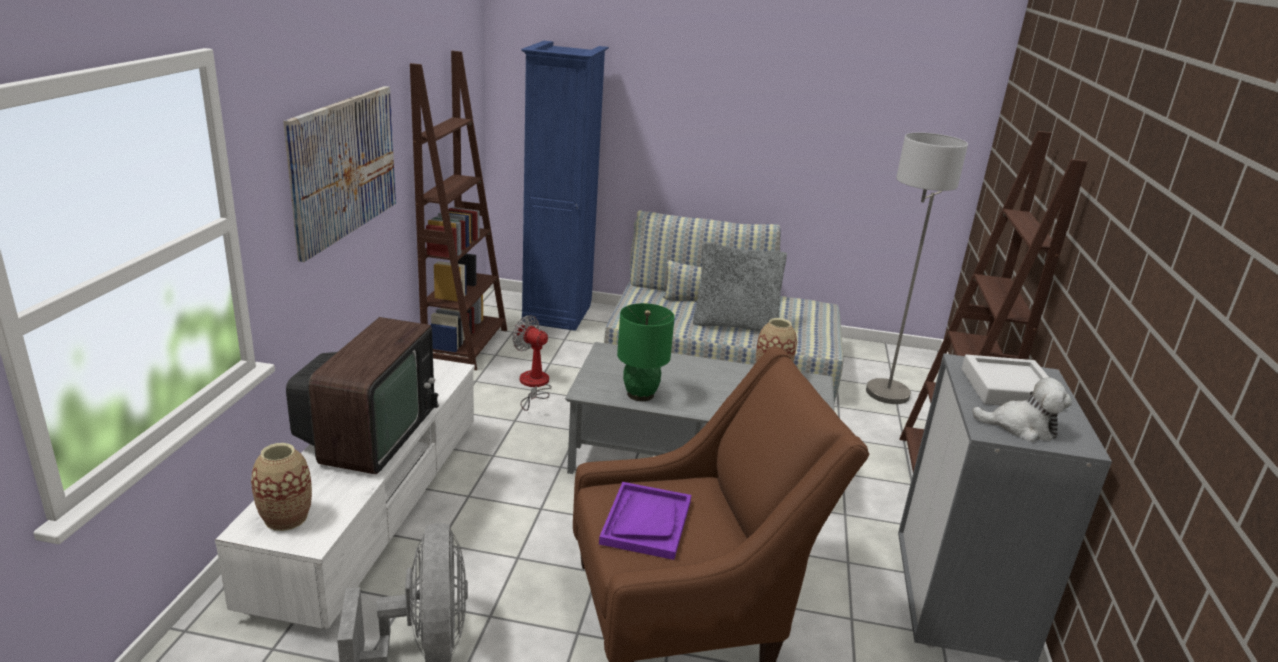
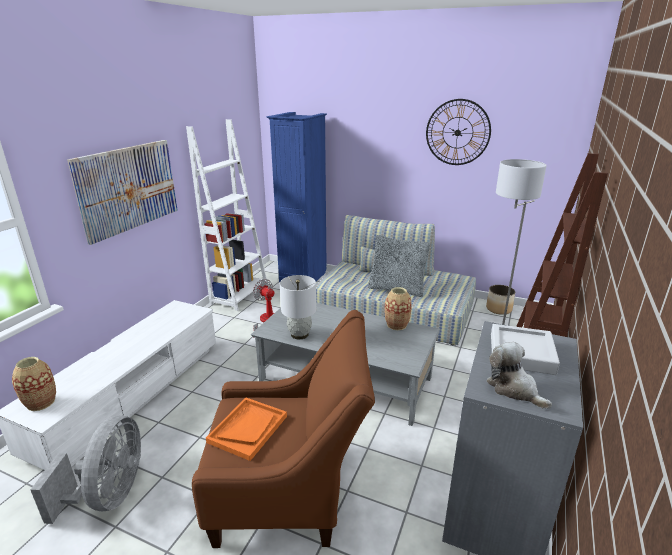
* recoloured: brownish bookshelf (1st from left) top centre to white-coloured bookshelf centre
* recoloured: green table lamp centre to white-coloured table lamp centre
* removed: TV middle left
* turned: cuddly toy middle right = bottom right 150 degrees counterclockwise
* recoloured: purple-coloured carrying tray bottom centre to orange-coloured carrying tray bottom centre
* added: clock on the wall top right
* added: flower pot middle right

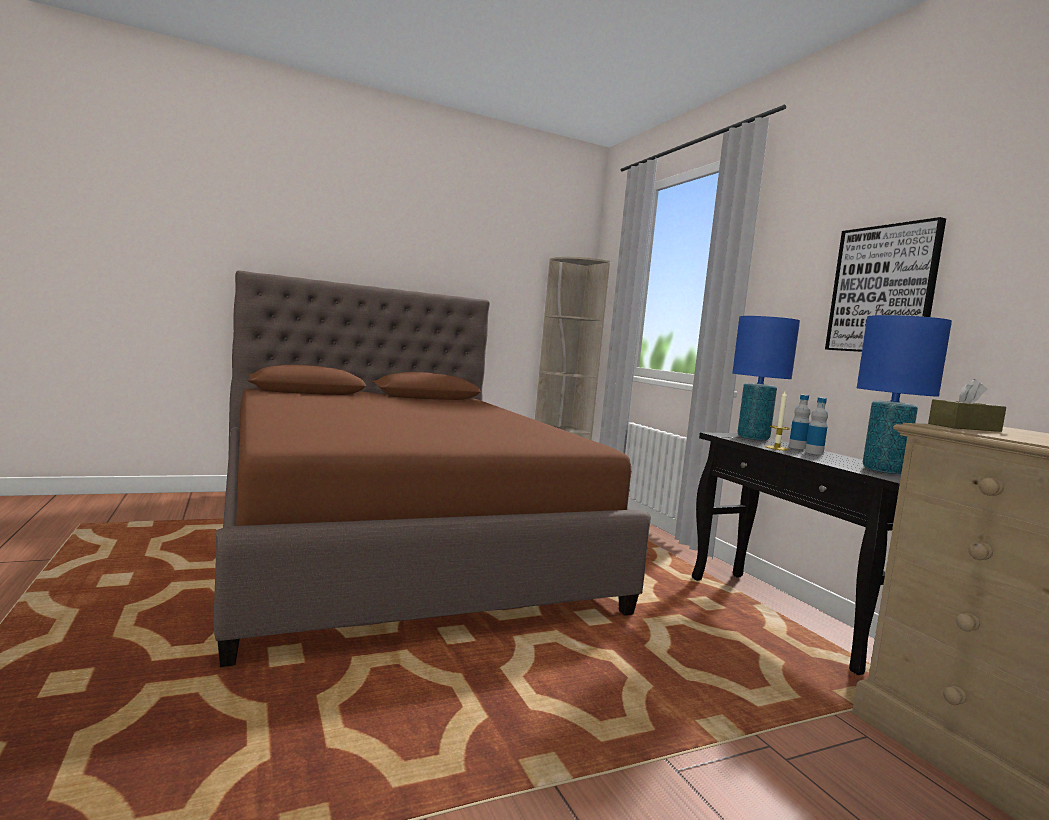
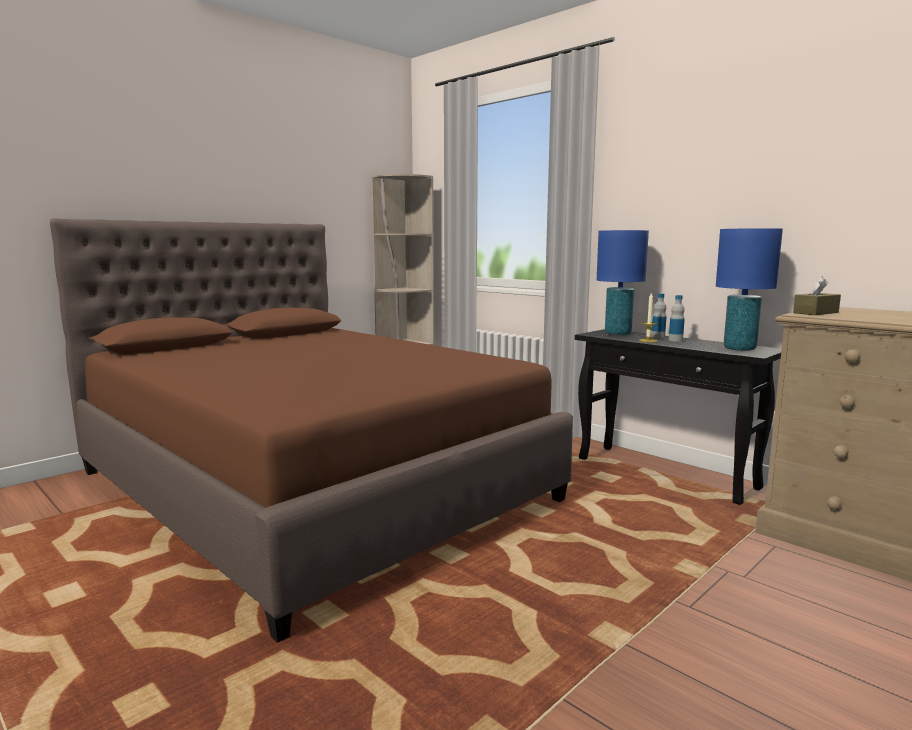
* removed: wall art middle right

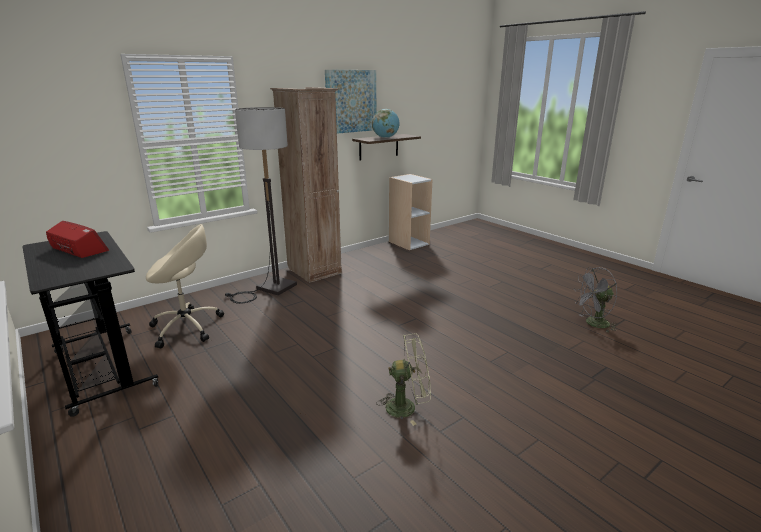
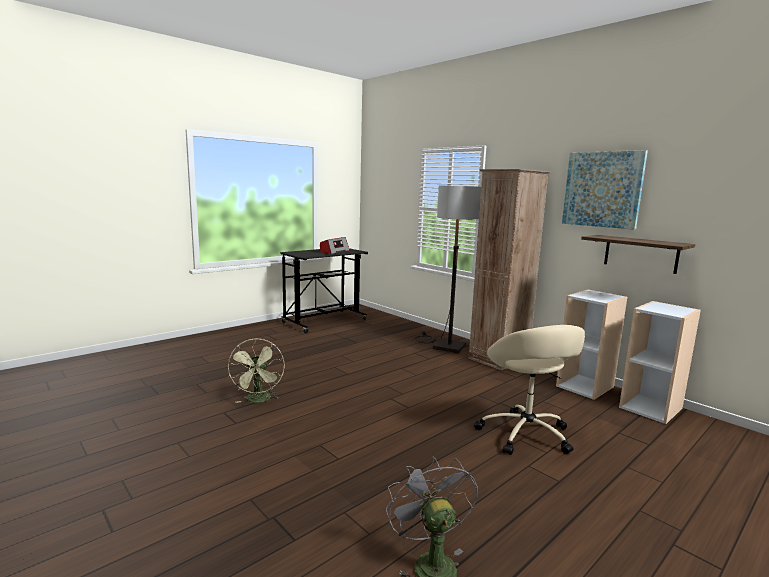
* removed: desk globe top centre
* moved: beige computer chair middle left to bottom right
* added: bookshelf (1st from left) middle right

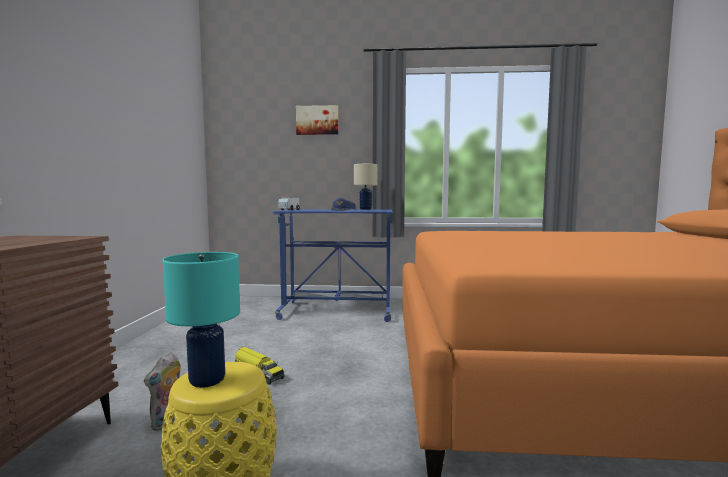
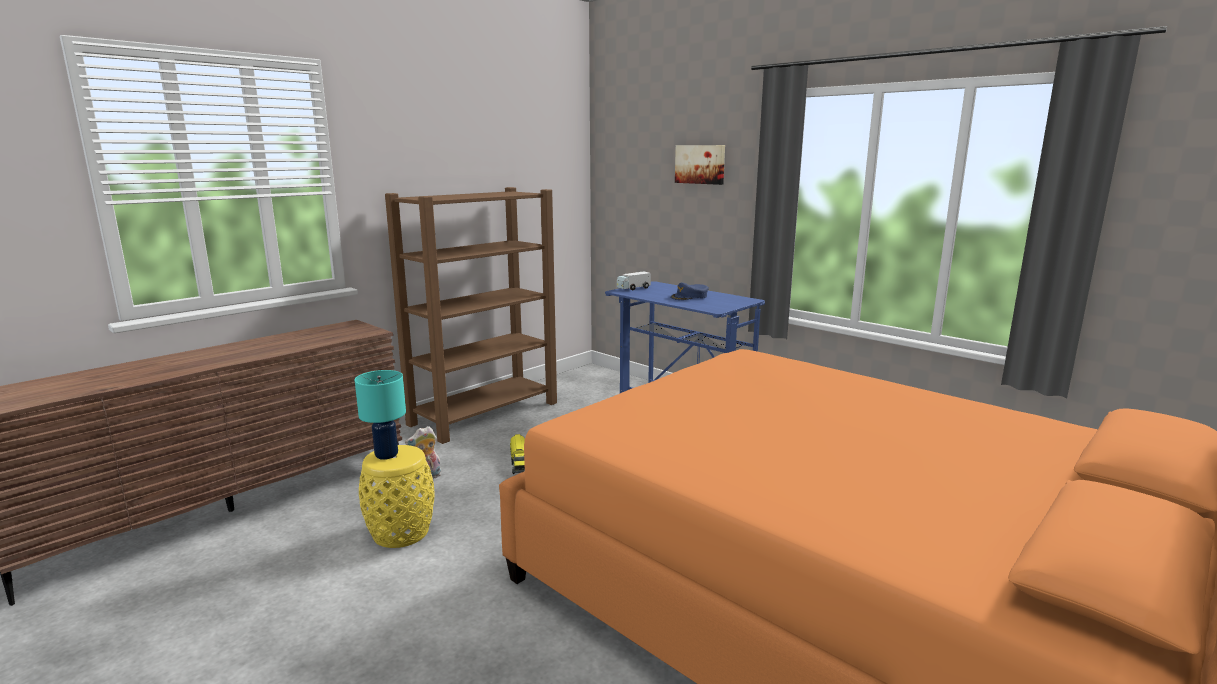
* removed: beige table lamp centre
* added: brownish bookshelf centre

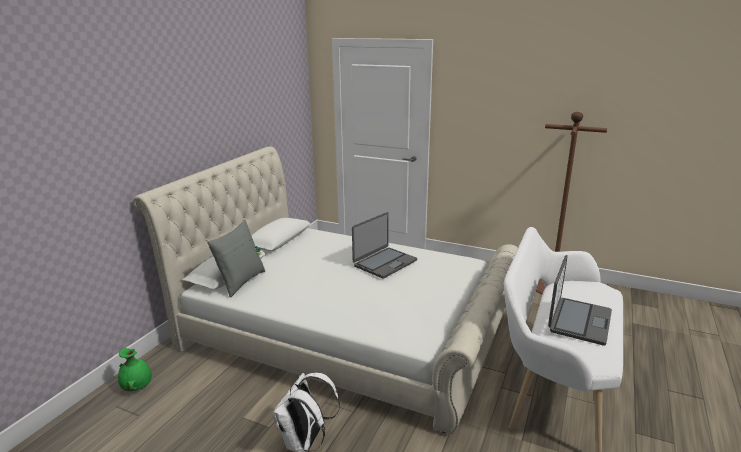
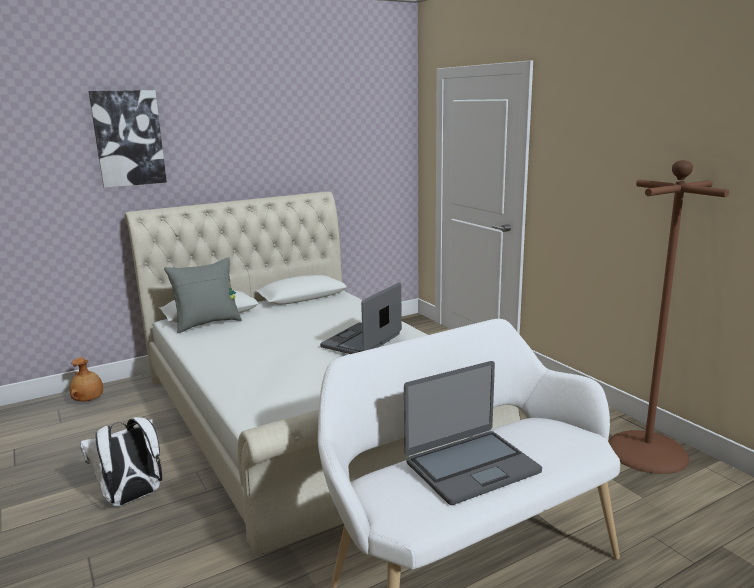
* turned: notebook computer (1st from left) centre = centre 135 degrees clockwise
* recoloured: green vase bottom left to brownish vase middle left
* added: wall art top left

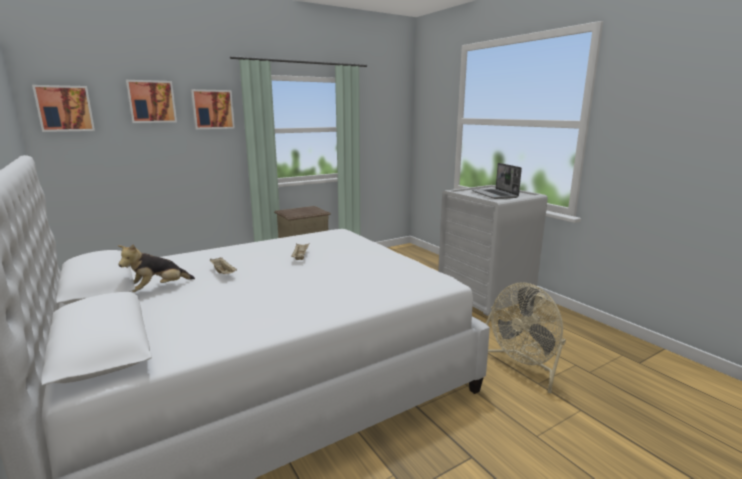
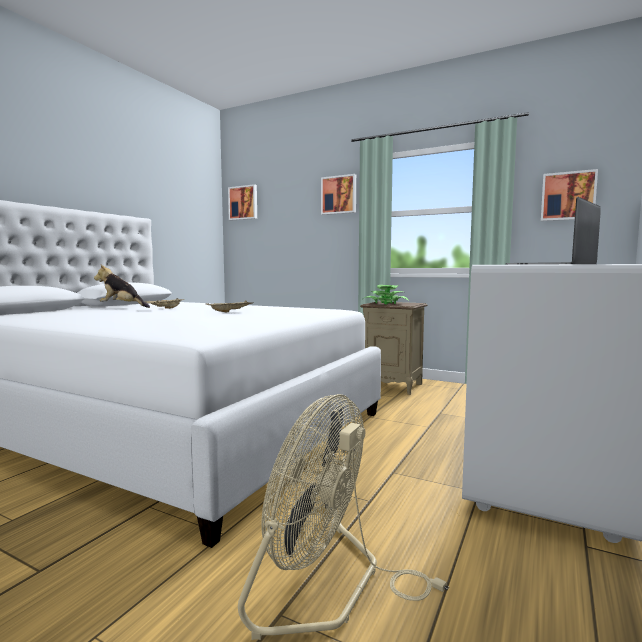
* moved: wall art (2nd from left in the first image) top left to wall art (3rd from left) top right
* added: houseplant centre

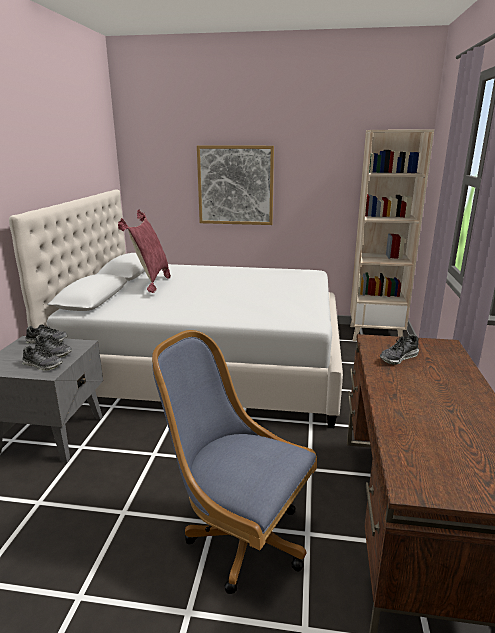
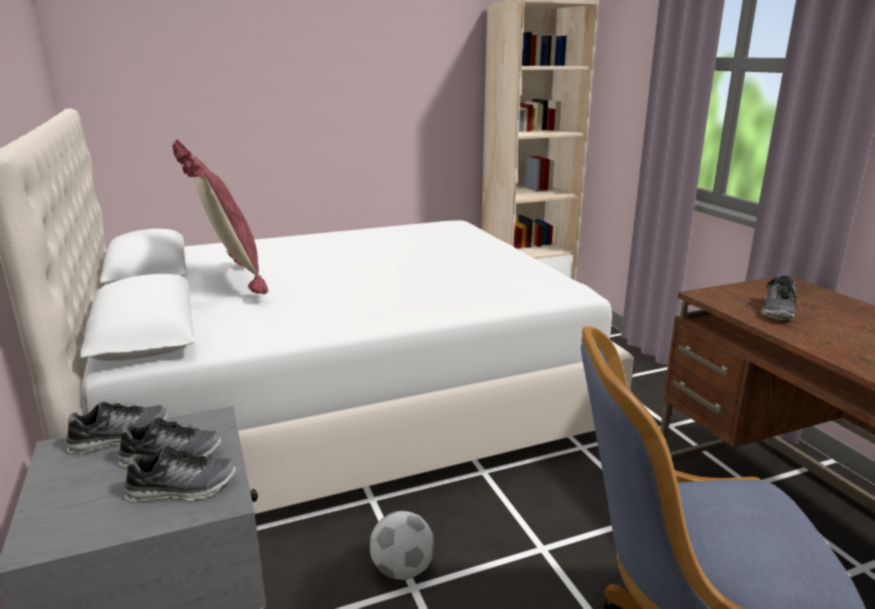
* removed: wall art top centre
* added: football ball bottom centre

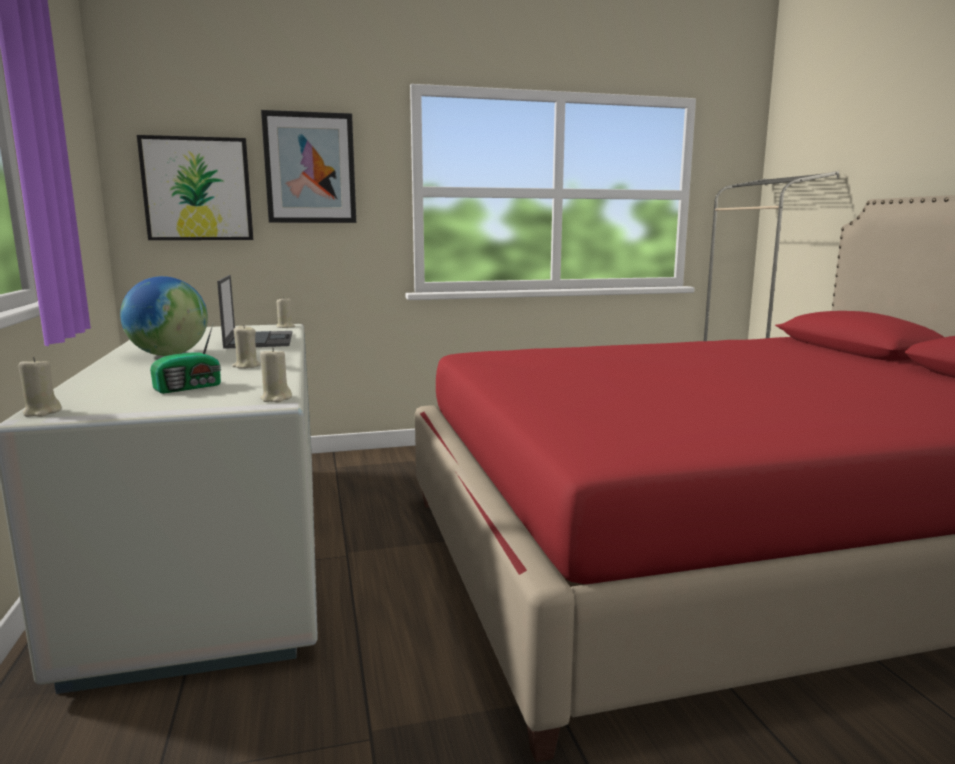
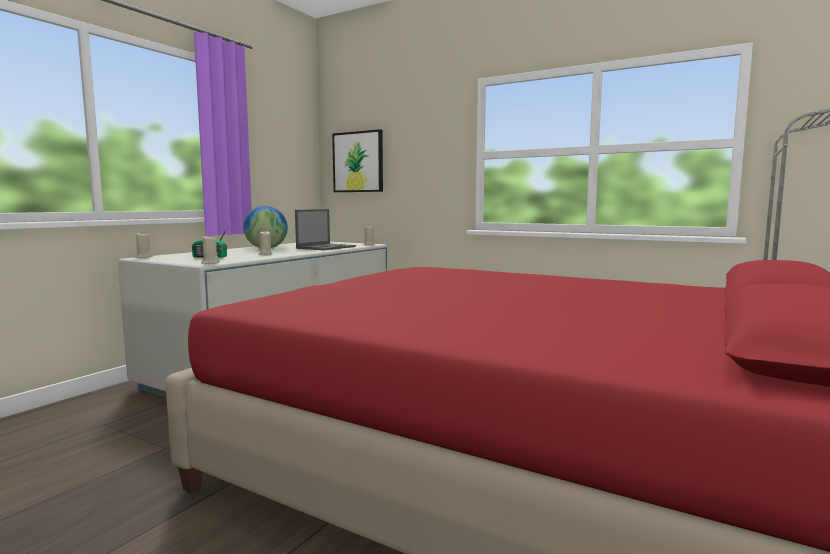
* removed: wall art (2nd from left) top left

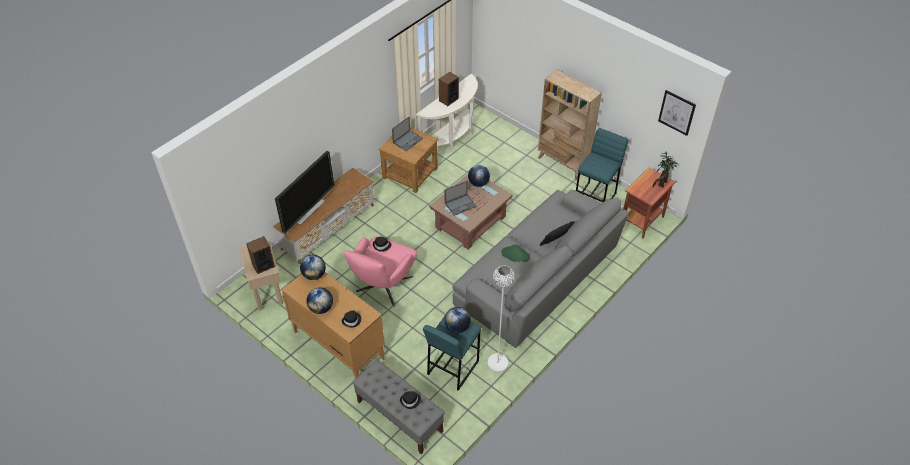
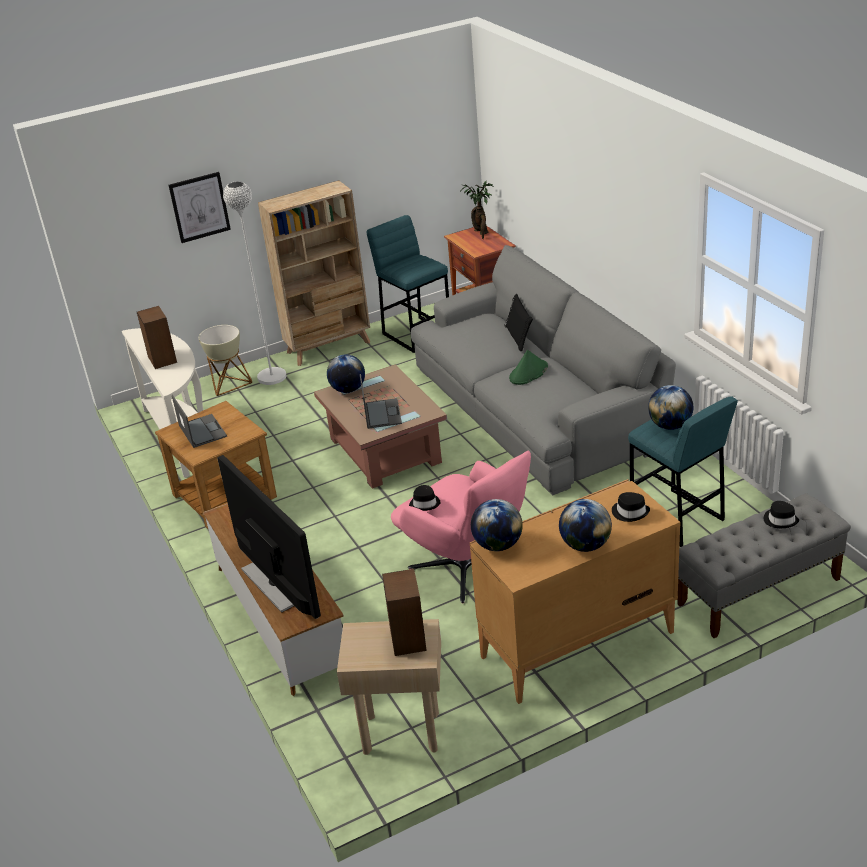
* moved: wall art top right to top left
* moved: white-coloured standing lamp bottom centre to top left
* added: flower pot middle left

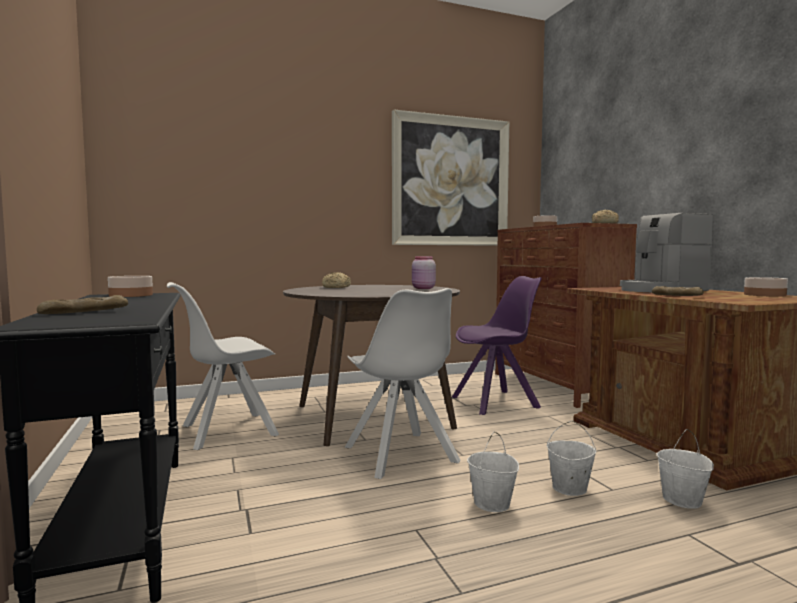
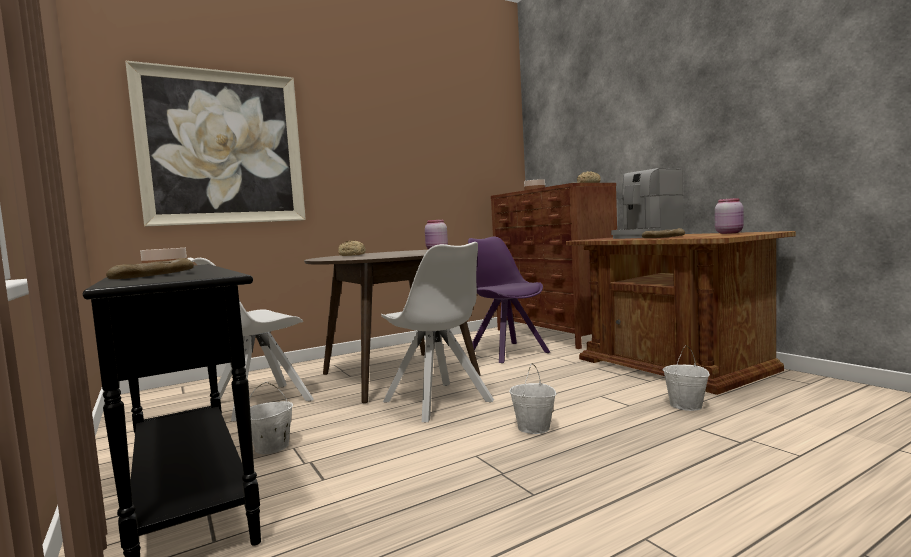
* moved: wall art top centre to top left
* turned: purple-coloured plain chair centre = centre 90 degrees counterclockwise
* replaced: bowl (3rd from left) middle right to pinkish jar (2nd from left) middle right
* moved: white-coloured bucket (2nd from left in the first image) bottom right to white-coloured bucket (1st from left) bottom left

